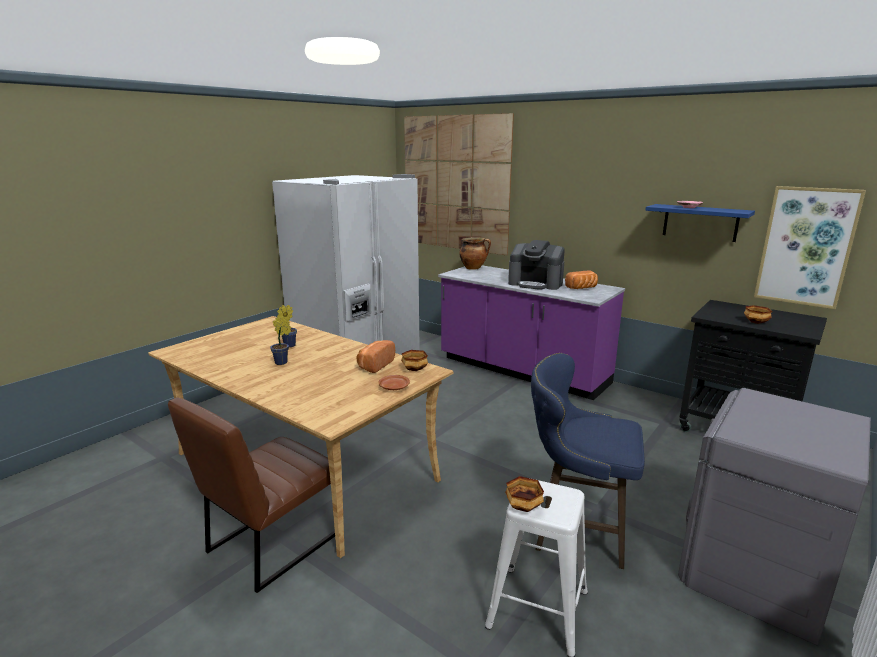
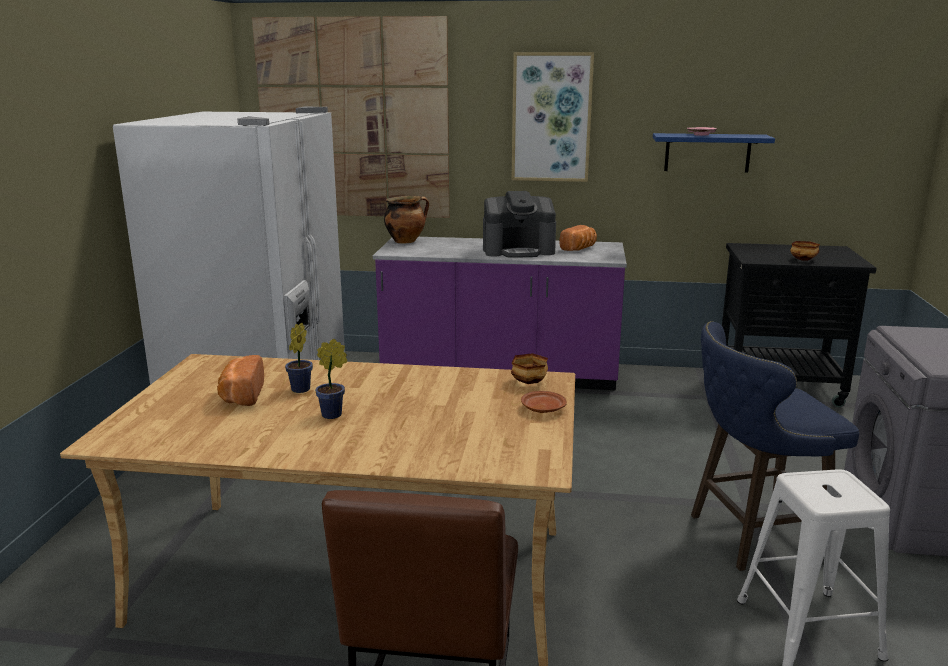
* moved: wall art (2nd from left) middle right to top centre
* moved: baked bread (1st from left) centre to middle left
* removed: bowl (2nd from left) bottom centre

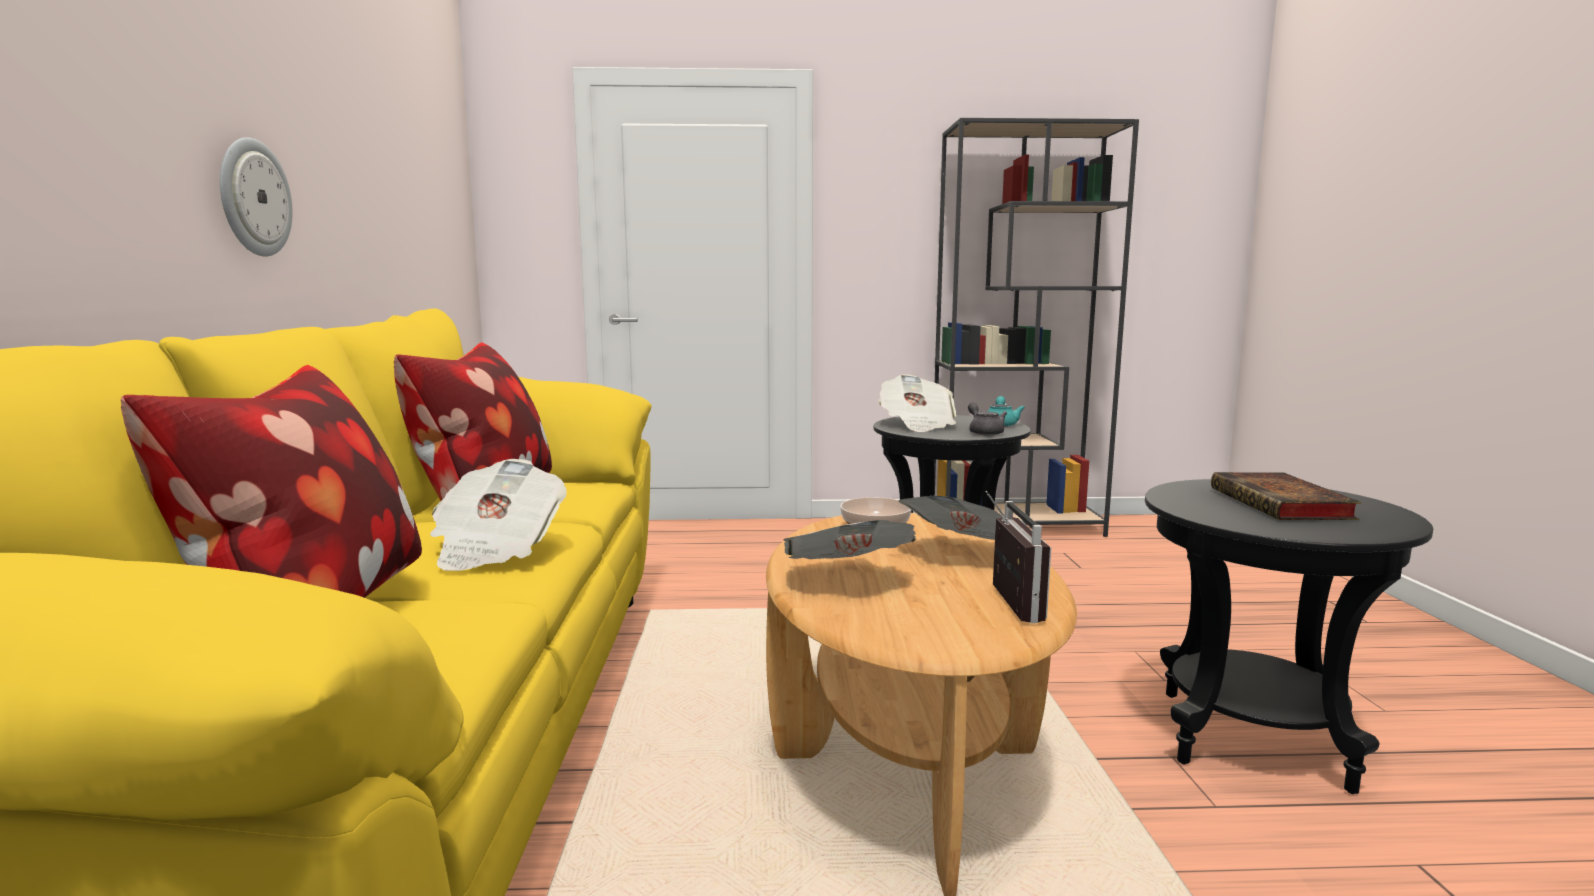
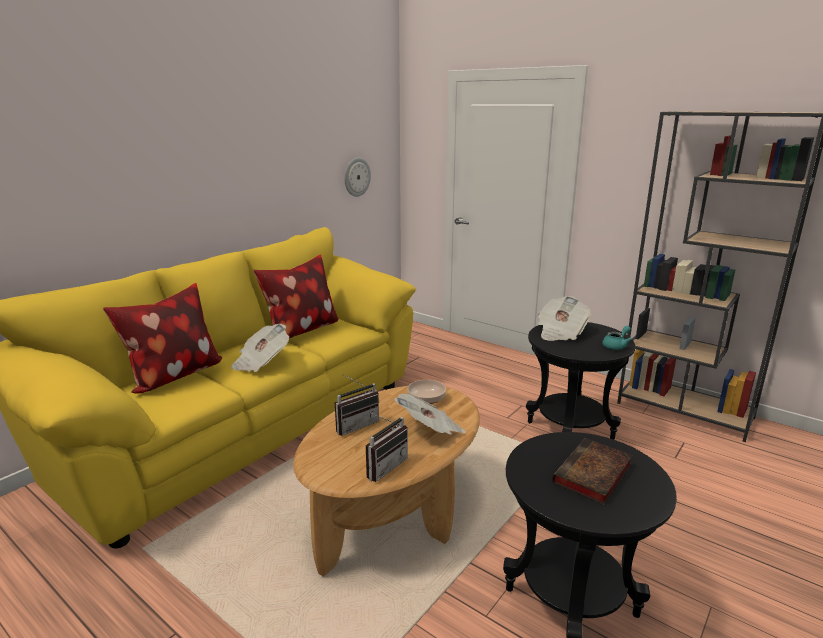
* moved: clock on the wall top left to top centre
* removed: grey tea pot centre
* replaced: newspaper (2nd from left) centre to radio set (1st from left) centre

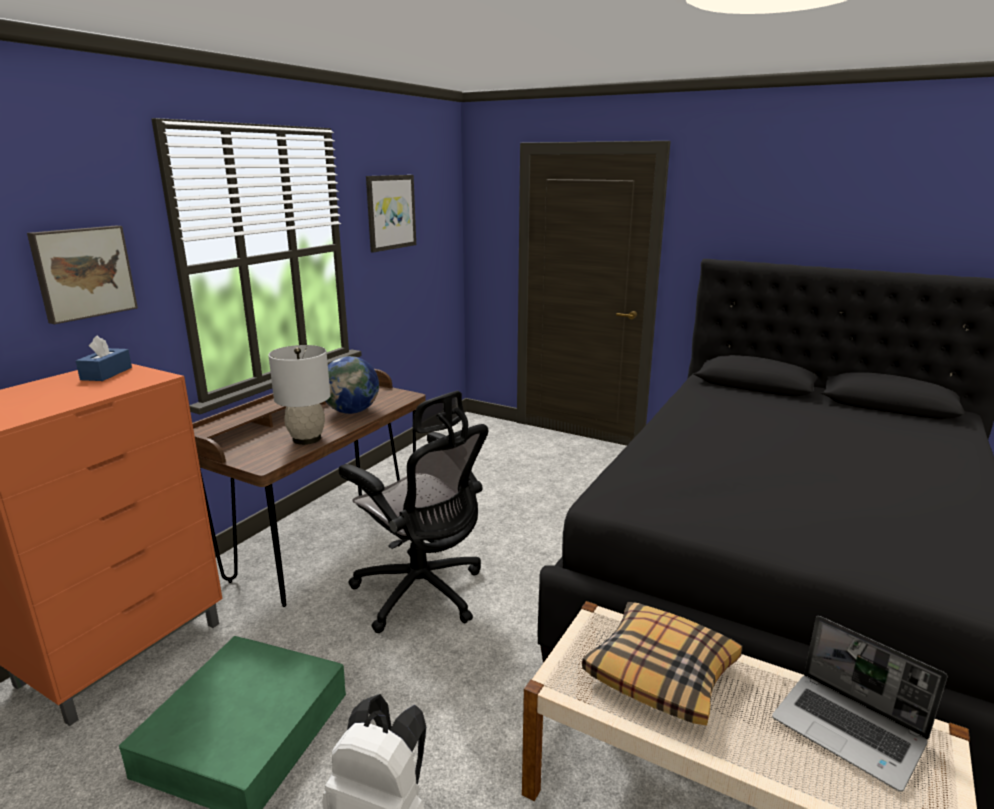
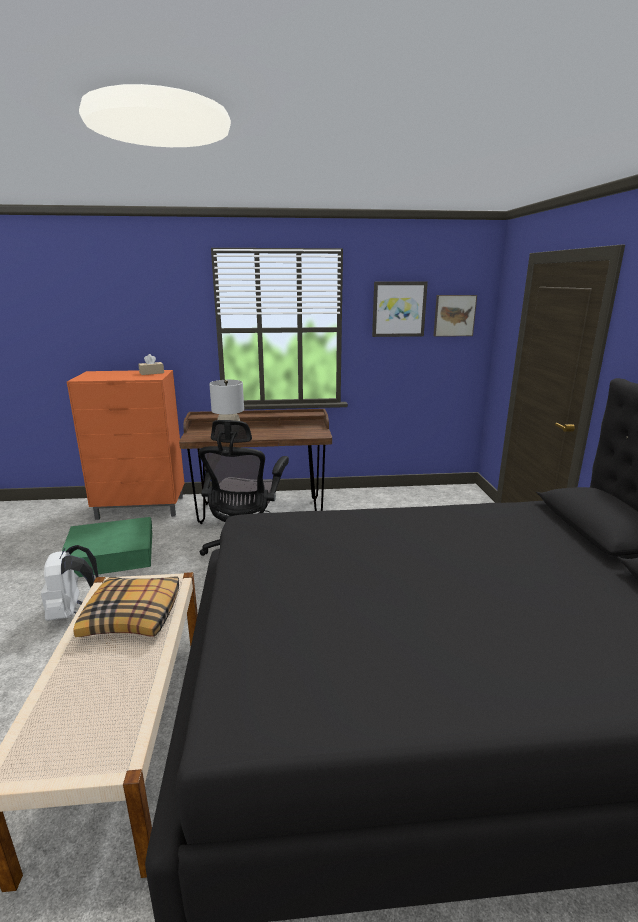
* moved: wall art (1st from left in the first image) middle left to wall art (2nd from left) middle right
* recoloured: blue box of tissues middle left to beige box of tissues middle left
* removed: desk globe centre
* removed: notebook computer bottom right

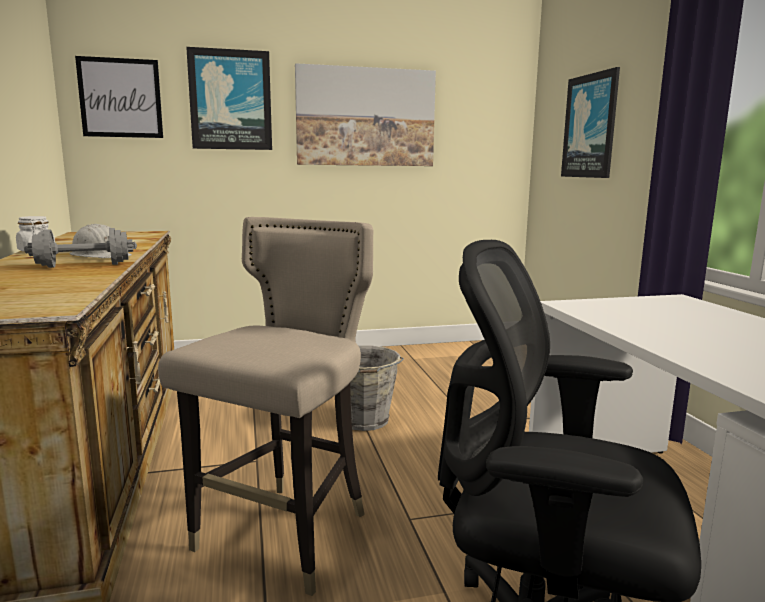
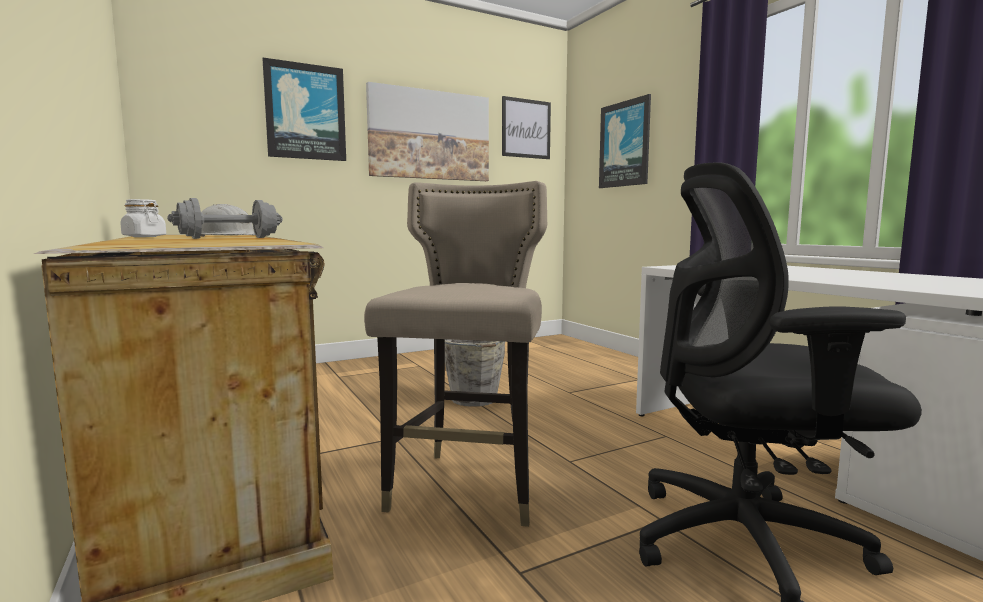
* moved: wall art (1st from left in the first image) top left to wall art (3rd from left) top centre

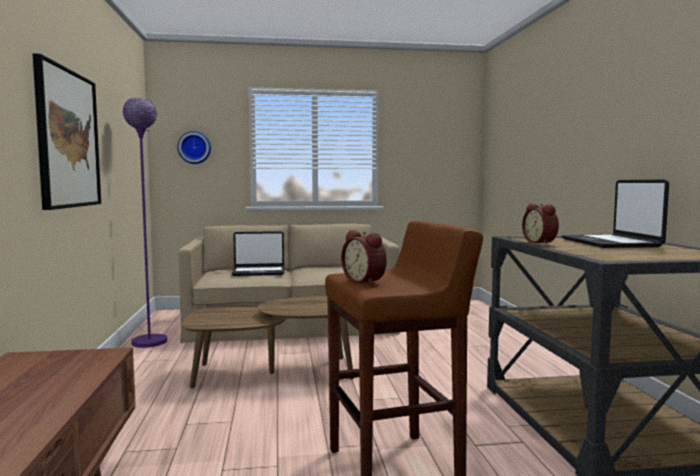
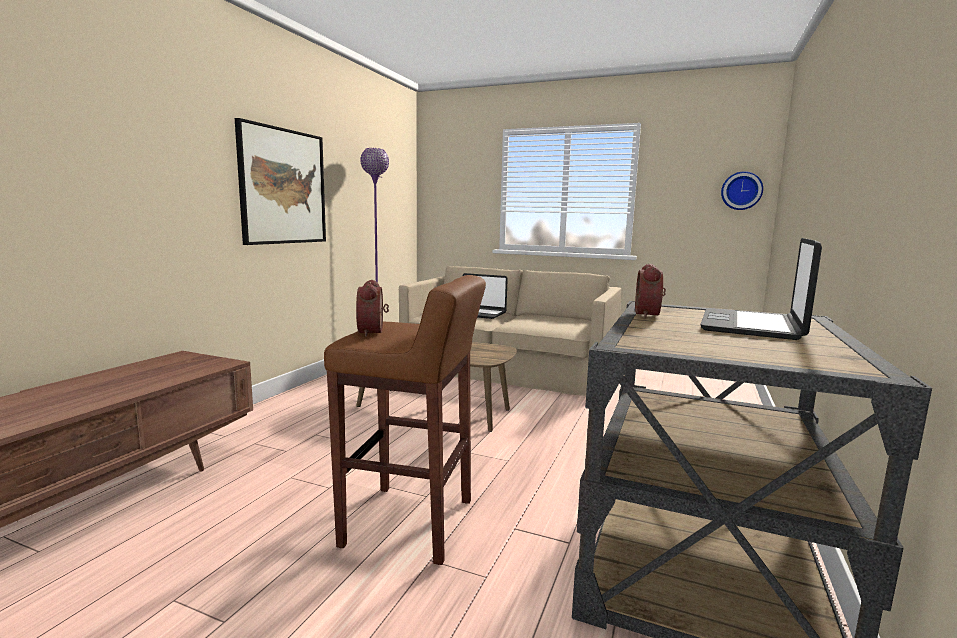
* moved: clock on the wall top left to top right

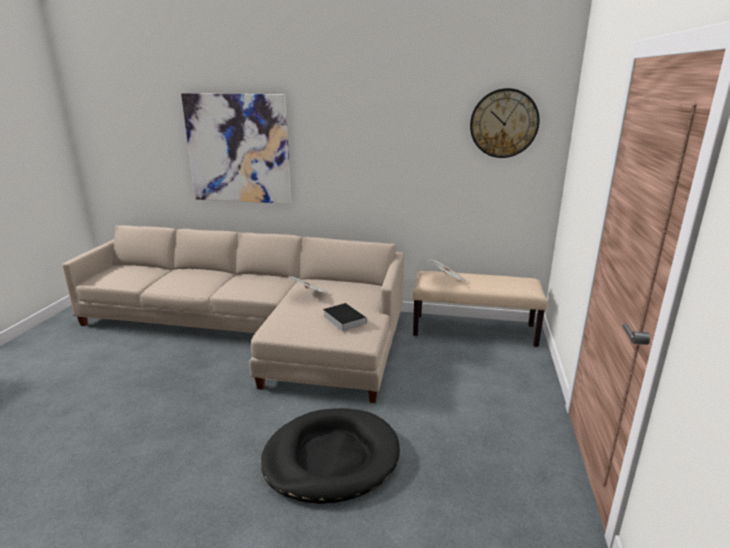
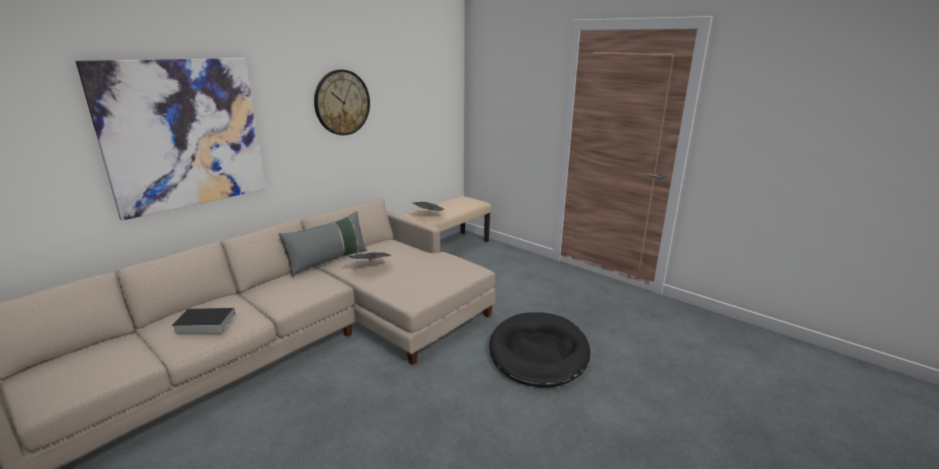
* moved: clock on the wall top right to top centre
* moved: volume centre to bottom left
* added: grey cushion centre

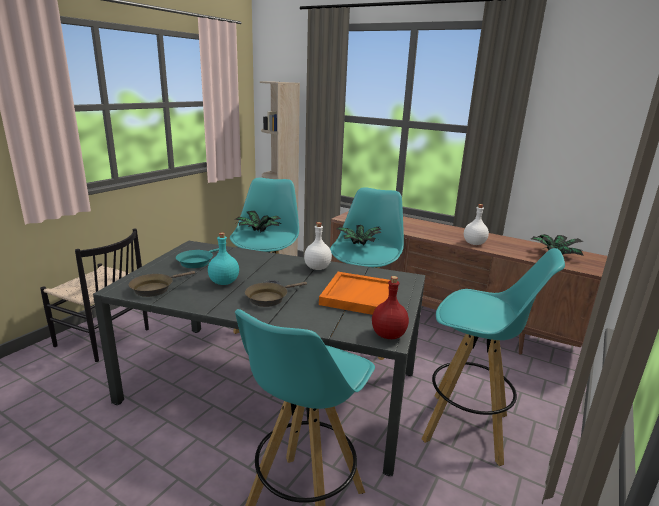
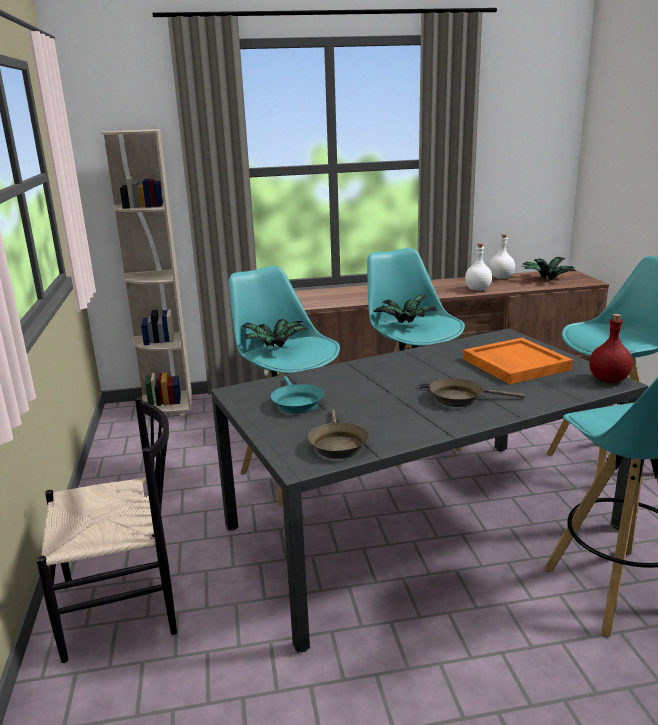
* moved: white-coloured drink bottle (1st from left in the first image) centre to white-coloured drink bottle (2nd from left) middle right
* removed: turquoise-coloured drink bottle centre
* turned: brownish skillet (2nd from left) centre = middle right 90 degrees clockwise

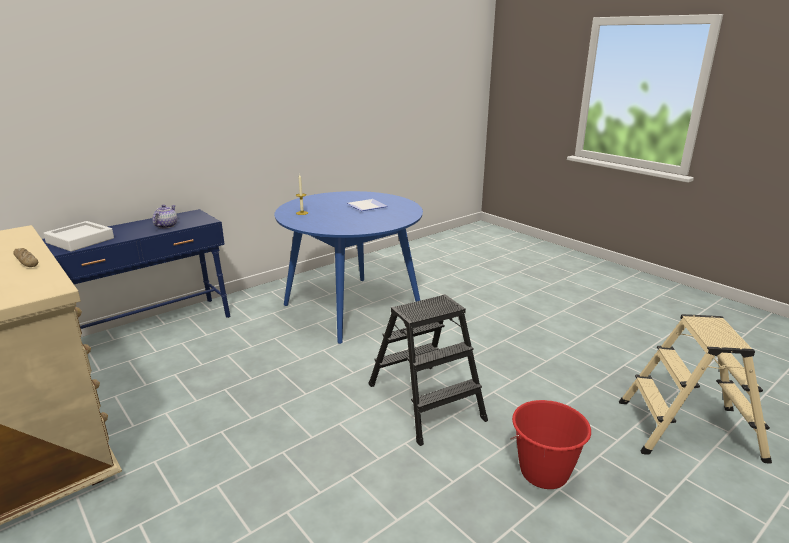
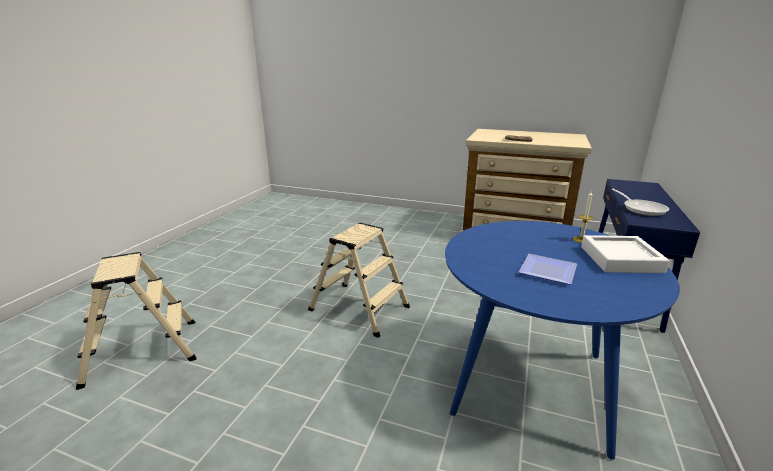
* replaced: tea pot middle left to skillet middle right
* moved: white-coloured carrying tray middle left to middle right
* recoloured: blackish step stool bottom centre to beige step stool (2nd from left) centre
* removed: reddish bucket bottom right

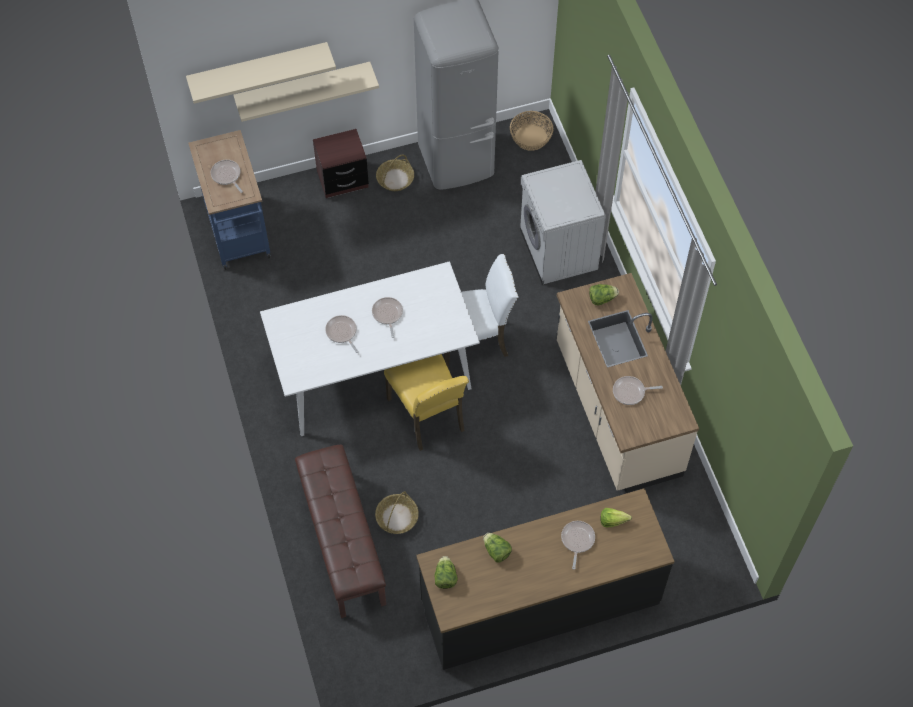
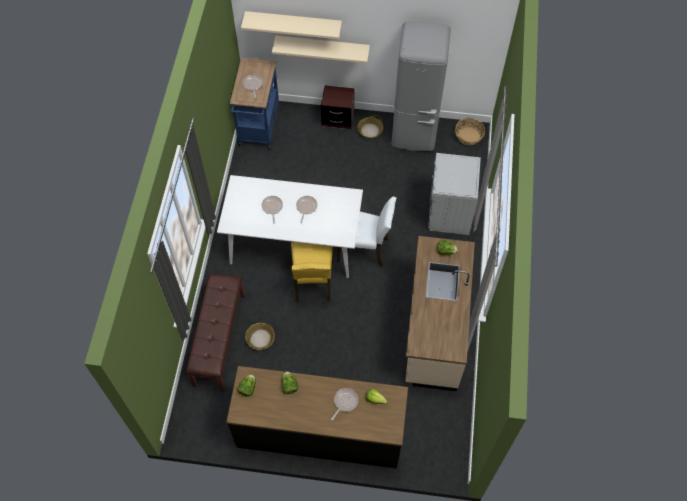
* removed: skillet (5th from left) middle right

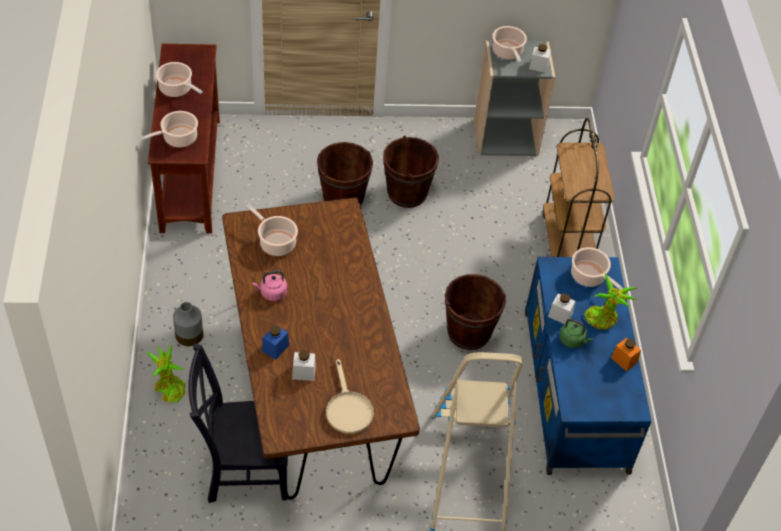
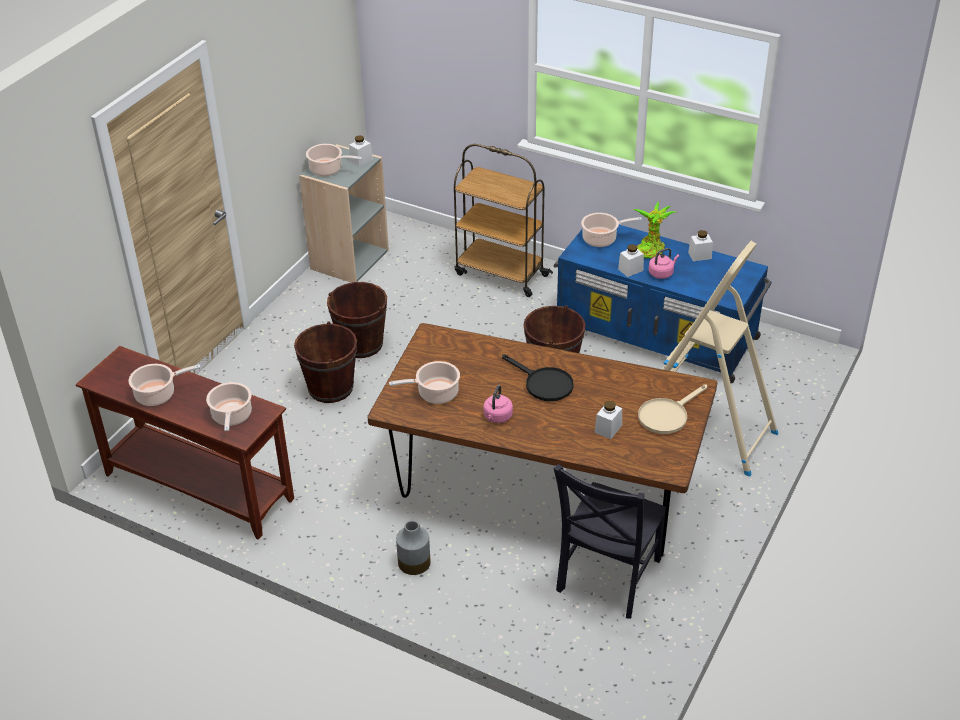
* recoloured: green kettle middle right to pinkish kettle (2nd from left) middle right
* removed: blue jar centre
* recoloured: orange-coloured jar bottom right to white-coloured jar (4th from left) middle right
* removed: houseplant (1st from left) bottom left
* turned: beige skillet bottom centre = middle right 120 degrees clockwise
* added: blackish skillet centre

